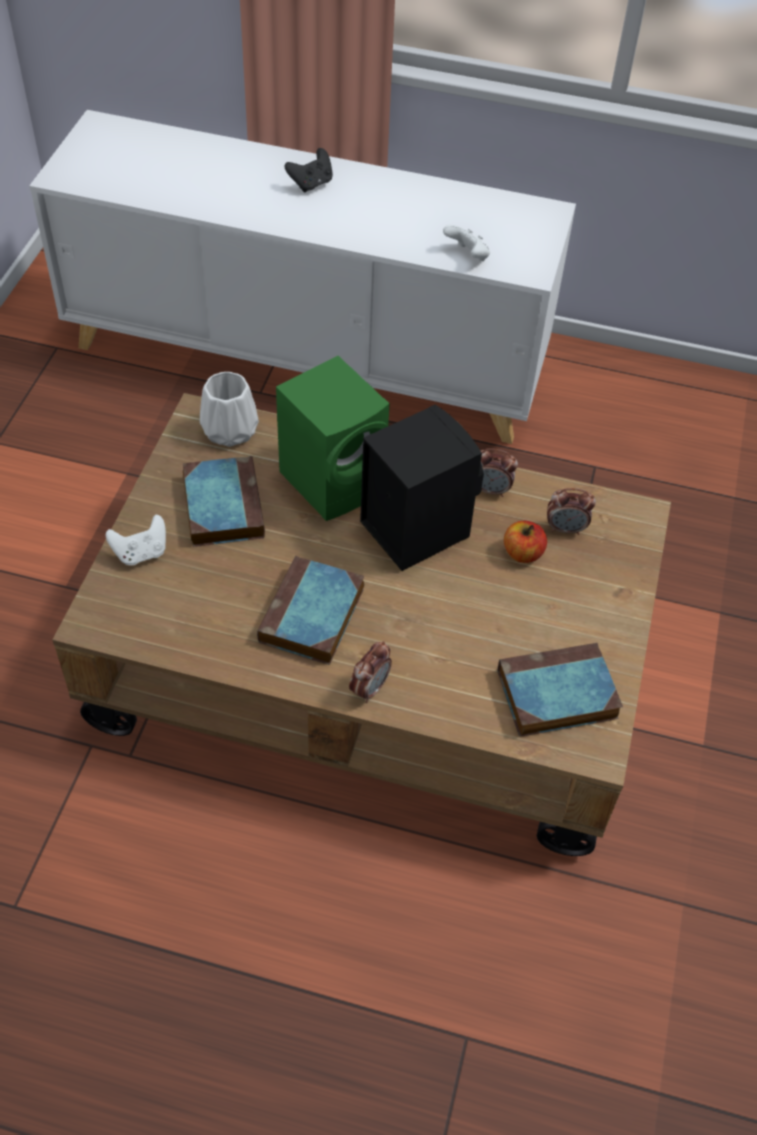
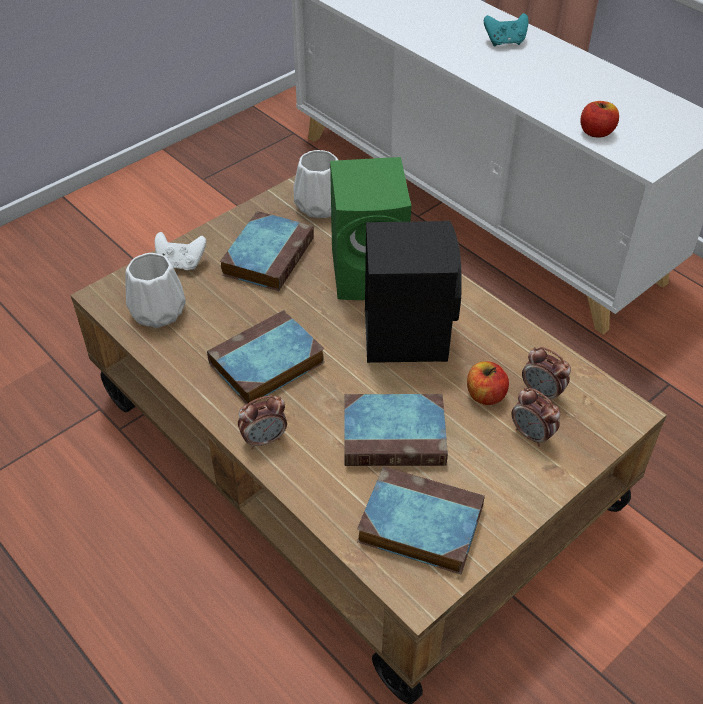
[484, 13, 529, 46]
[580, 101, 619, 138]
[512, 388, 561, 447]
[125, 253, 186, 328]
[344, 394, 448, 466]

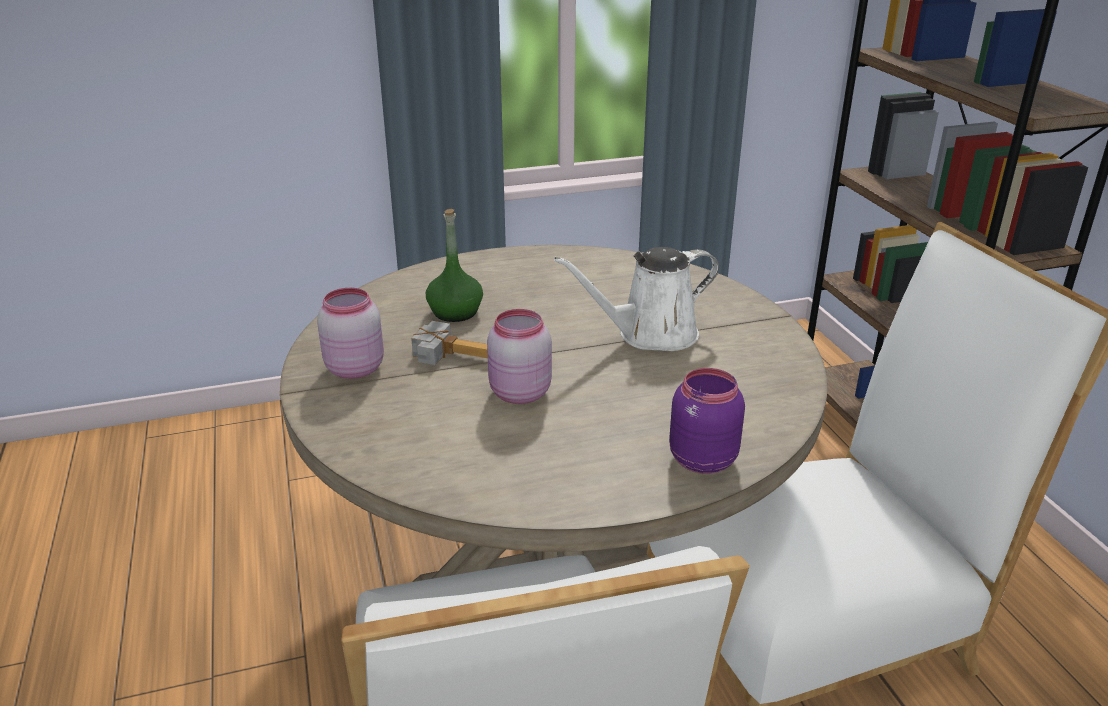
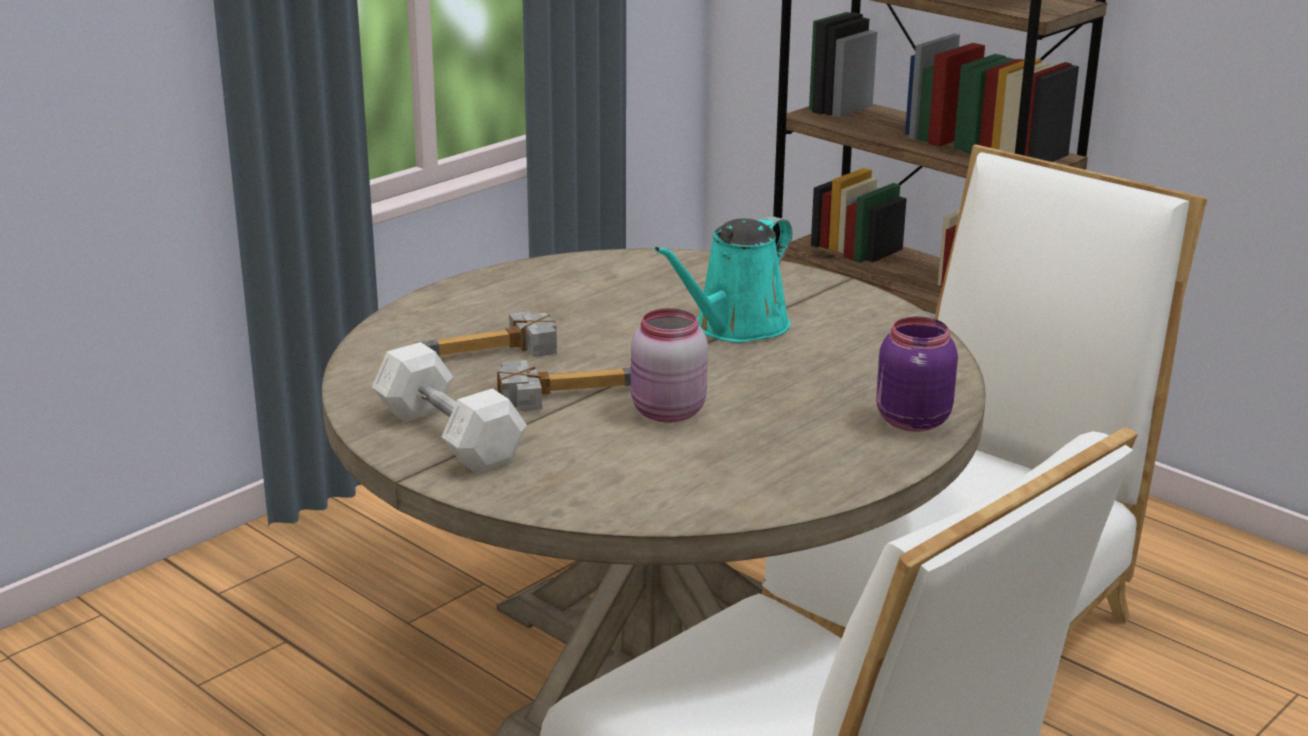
[410, 311, 557, 357]
[654, 216, 792, 343]
[372, 342, 527, 474]

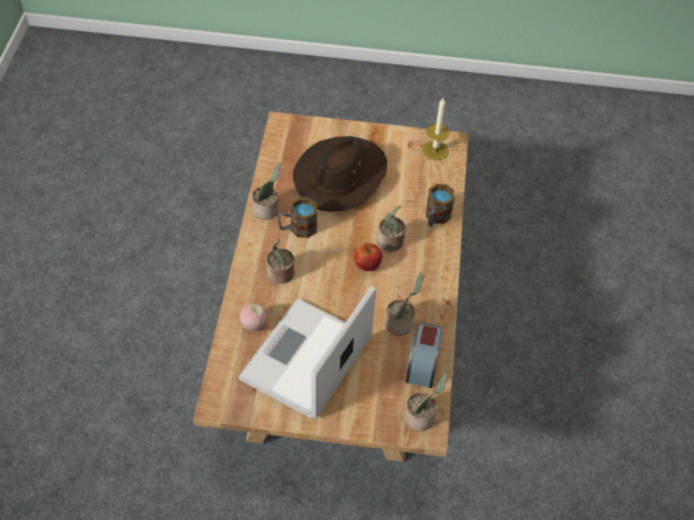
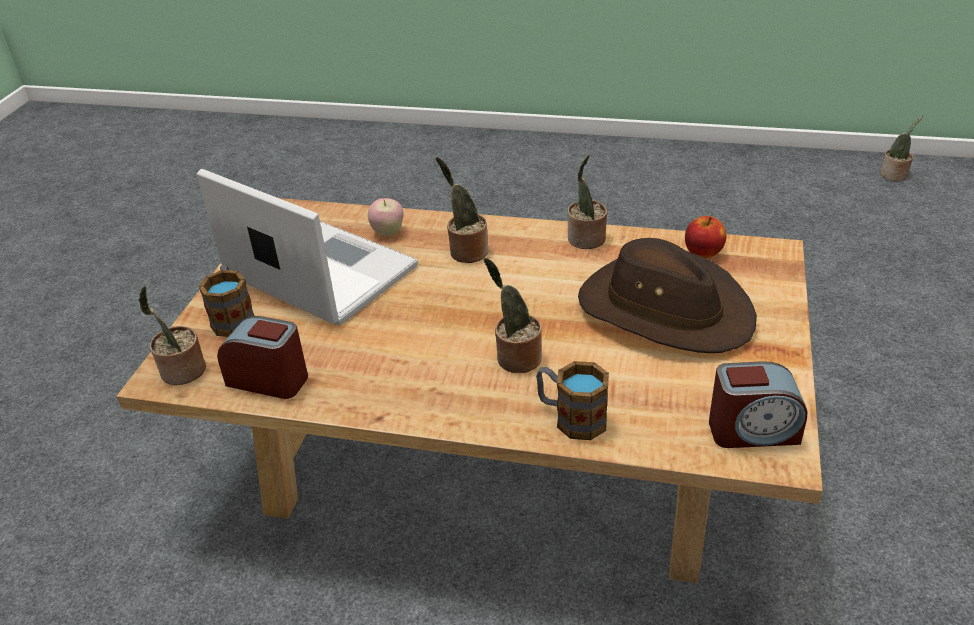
[709, 361, 808, 448]
[198, 265, 254, 337]
[685, 216, 726, 259]
[880, 116, 923, 181]

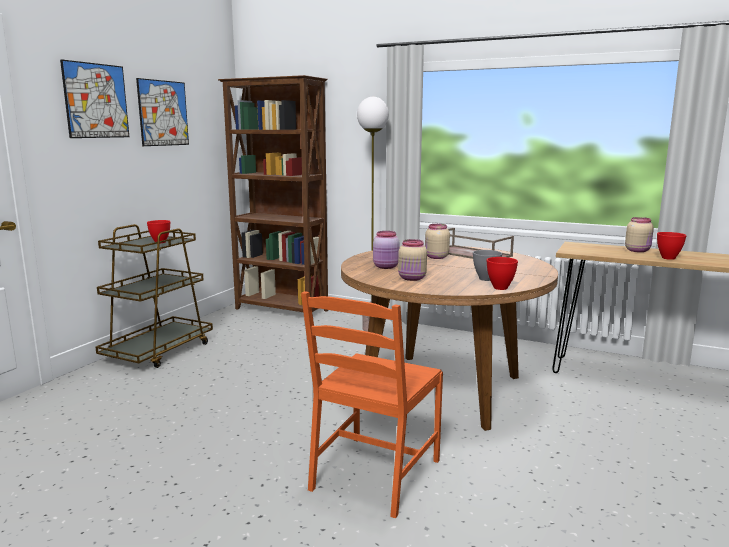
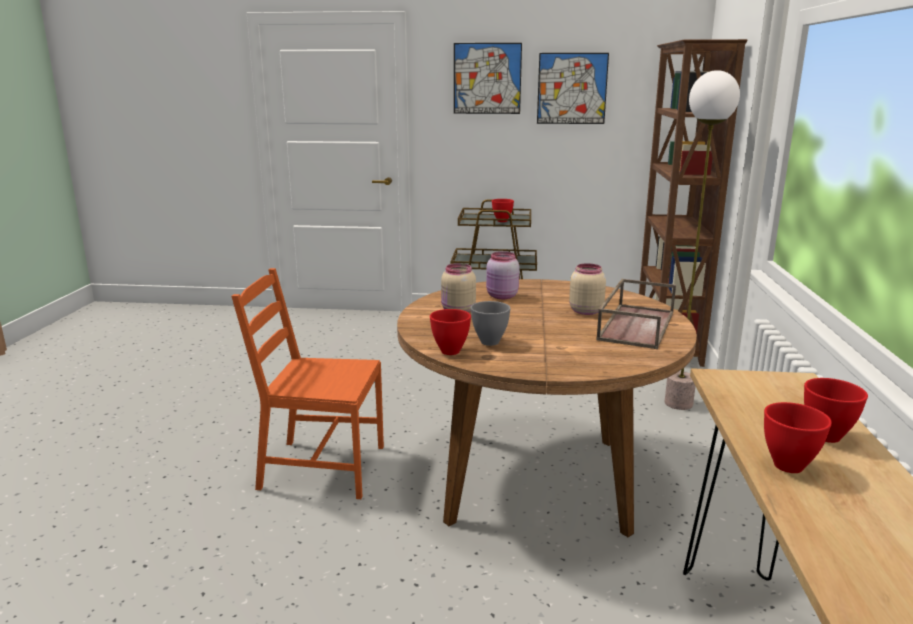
[804, 378, 868, 443]

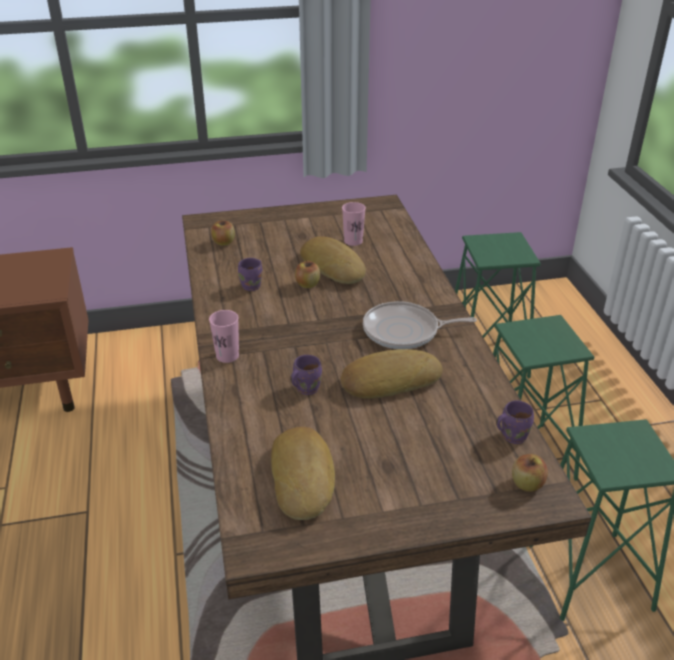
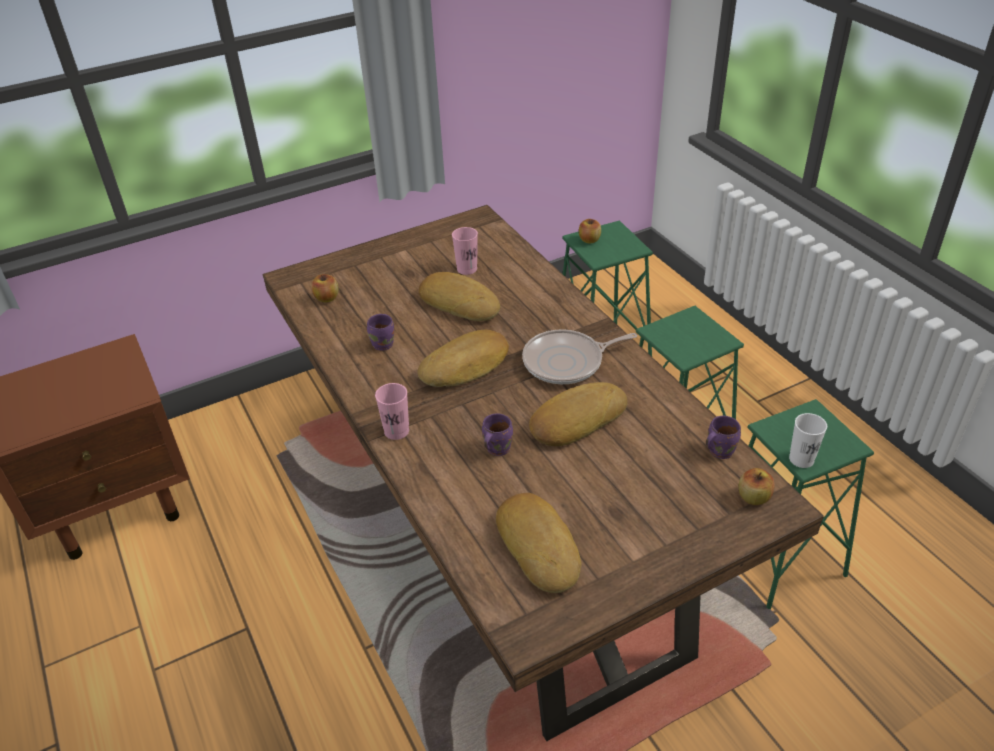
[579, 219, 601, 244]
[417, 330, 509, 387]
[789, 413, 827, 468]

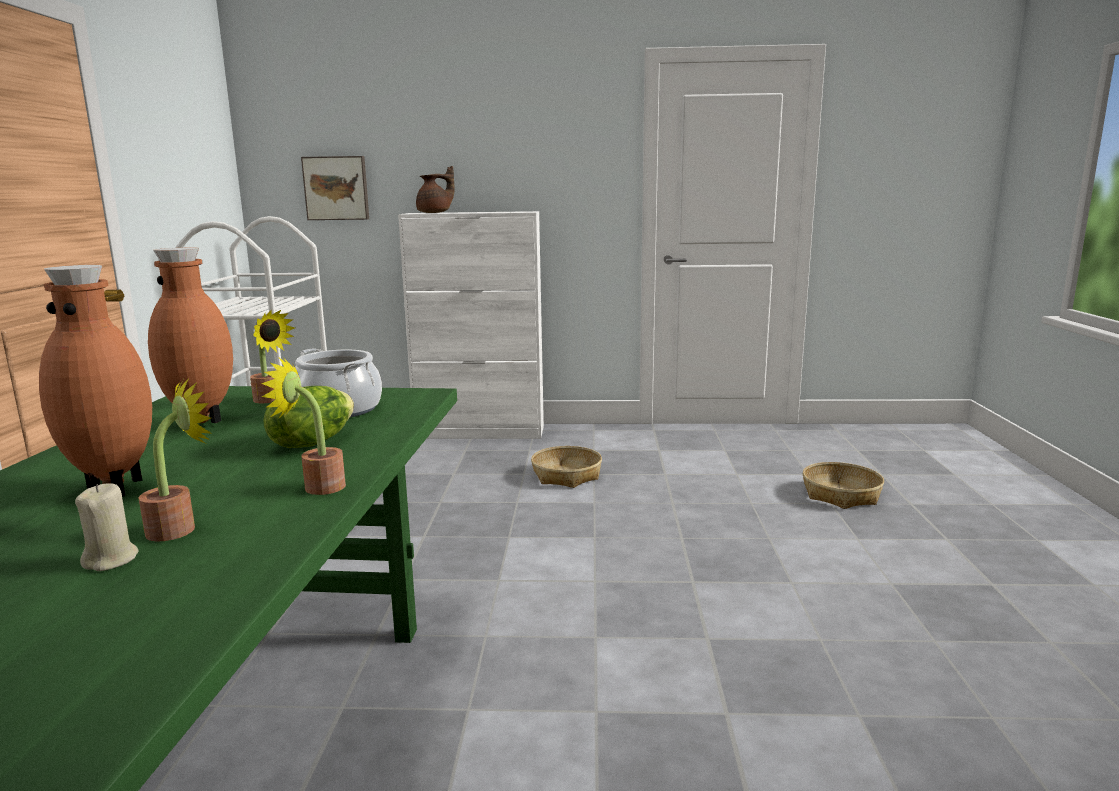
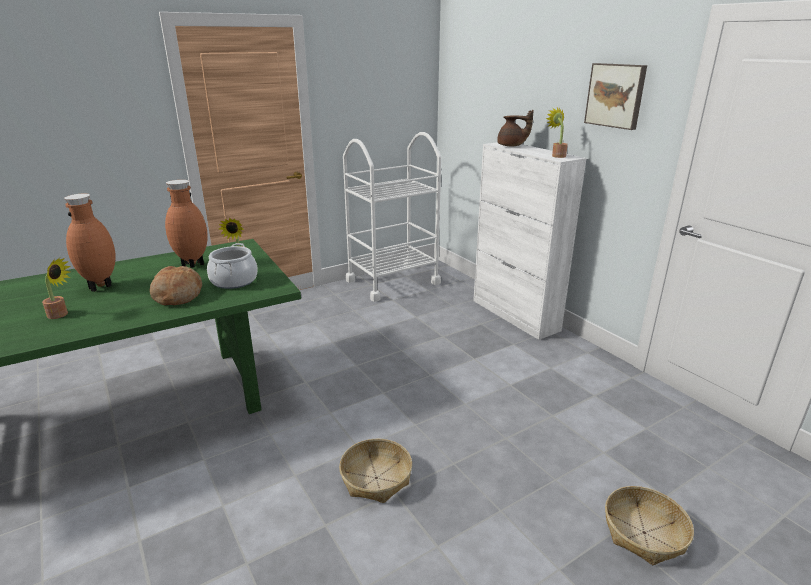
[584, 63, 647, 130]
[546, 108, 568, 158]
[150, 266, 202, 305]
[339, 439, 412, 503]
[75, 483, 138, 571] (first image)

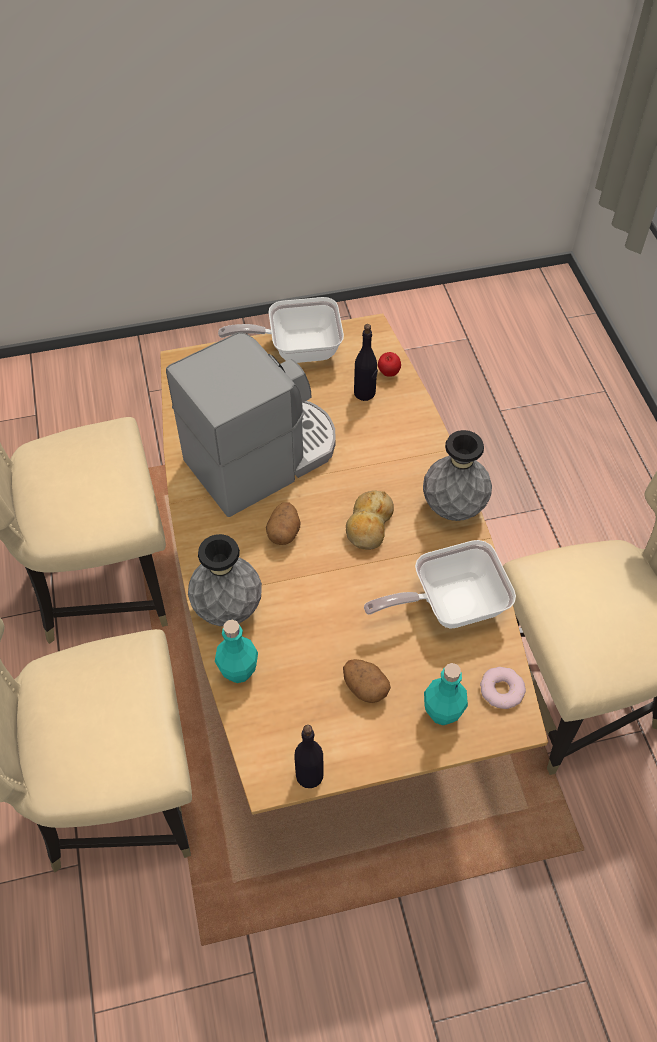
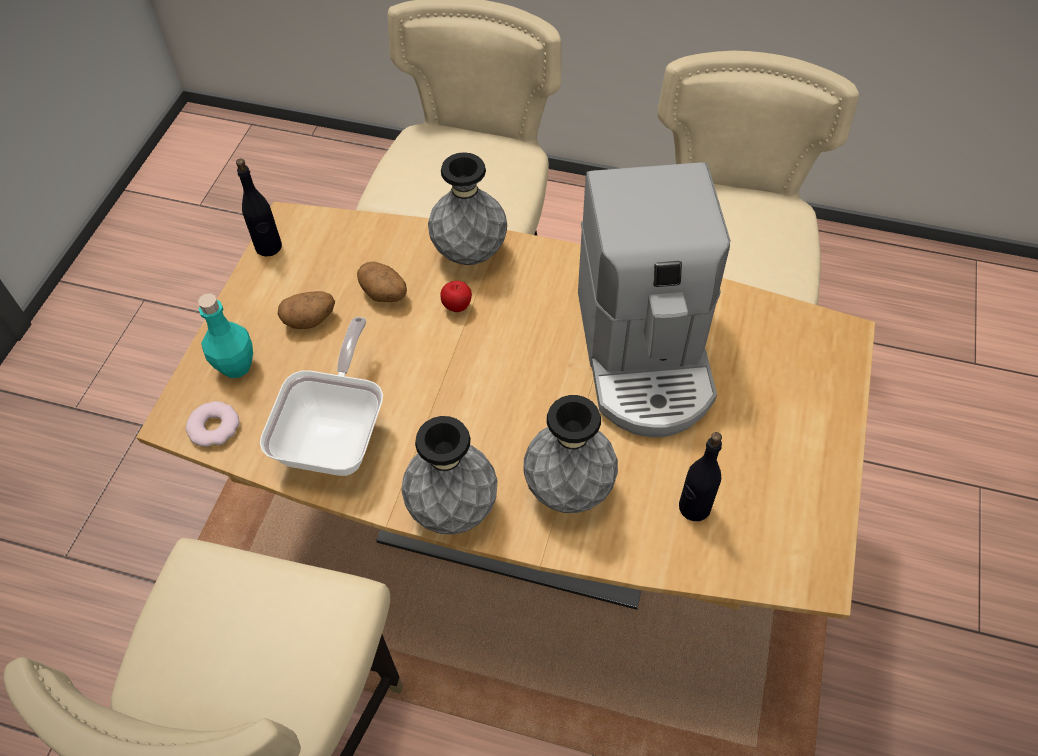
[218, 297, 344, 363] (first image)
[440, 281, 472, 312]
[346, 490, 394, 550] (first image)
[357, 261, 407, 302]
[215, 620, 258, 683] (first image)
[524, 395, 618, 513]

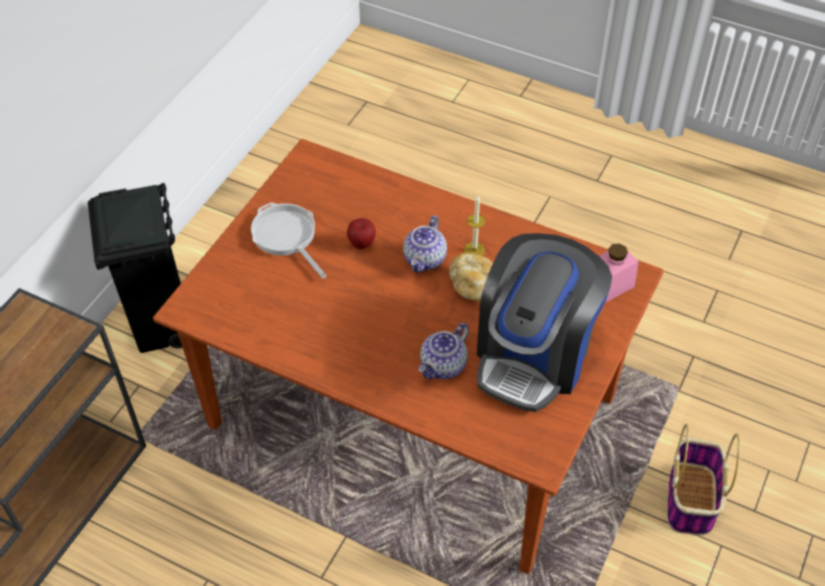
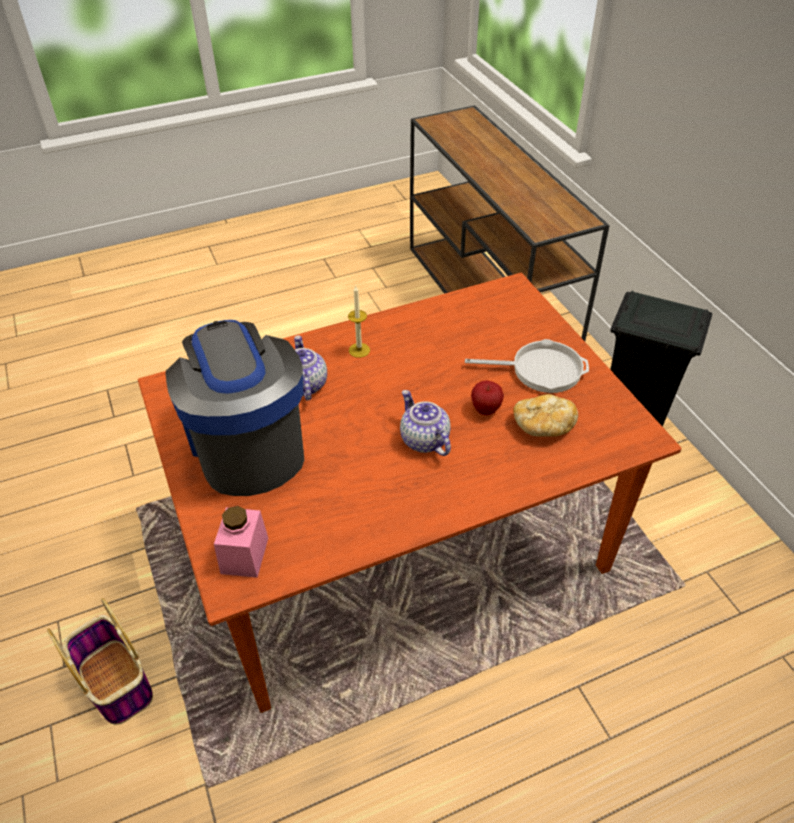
[348, 286, 370, 358]
[513, 394, 578, 437]

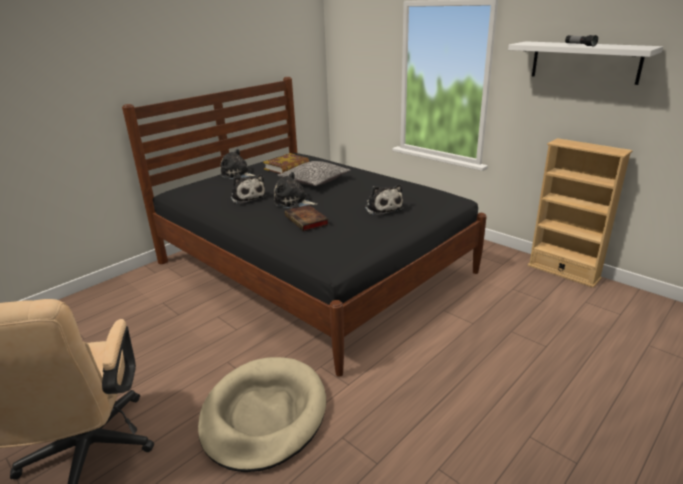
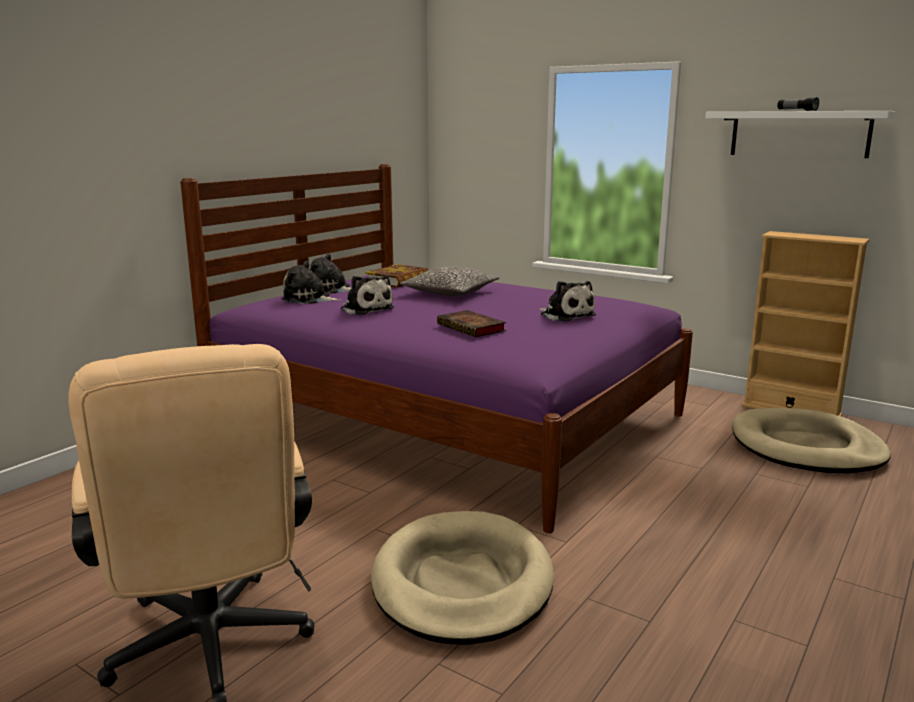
[180, 164, 693, 533]
[282, 261, 341, 304]
[732, 408, 891, 474]

